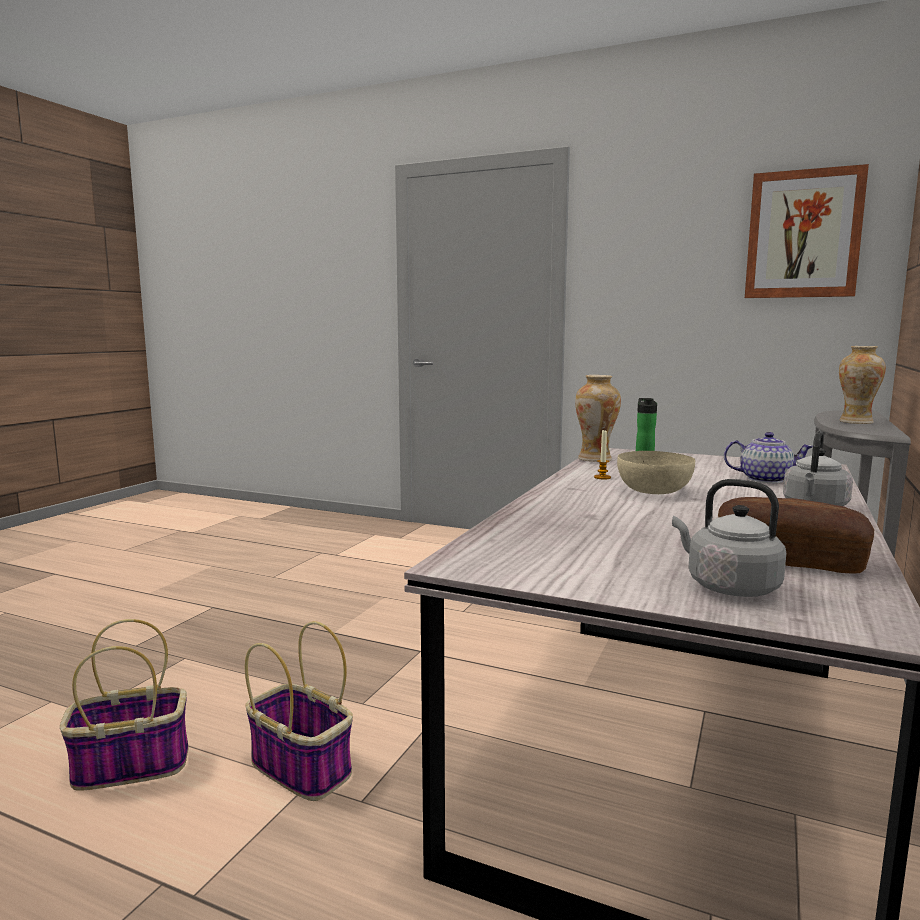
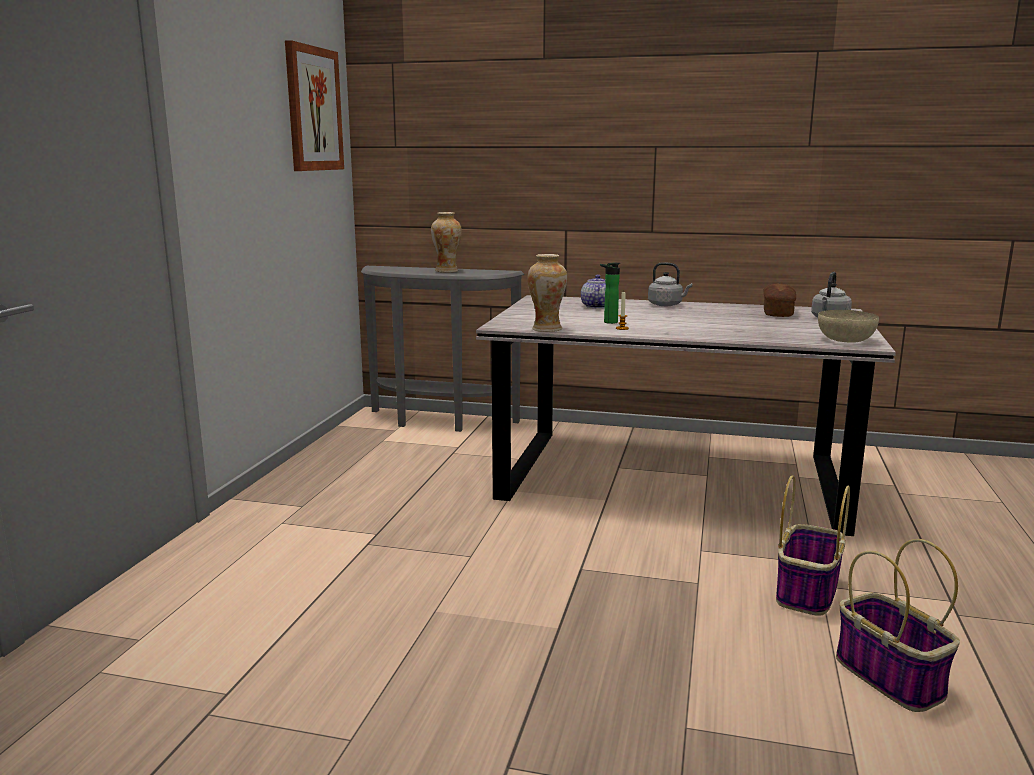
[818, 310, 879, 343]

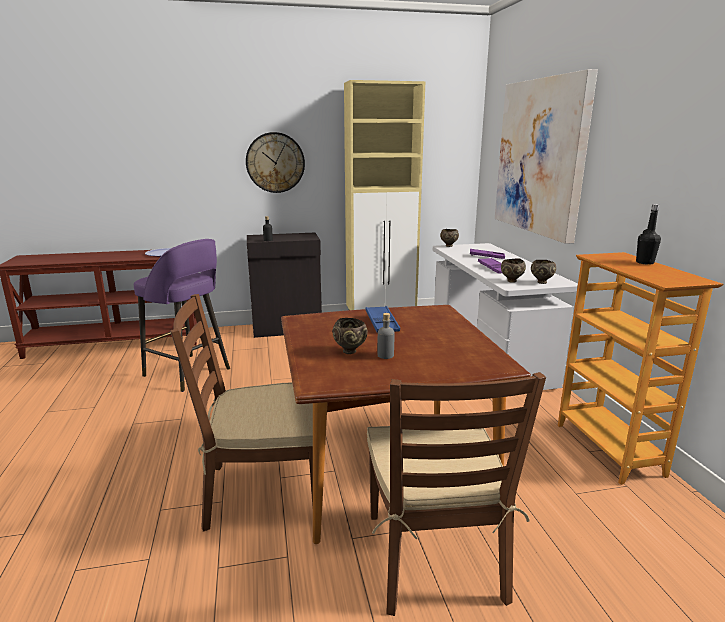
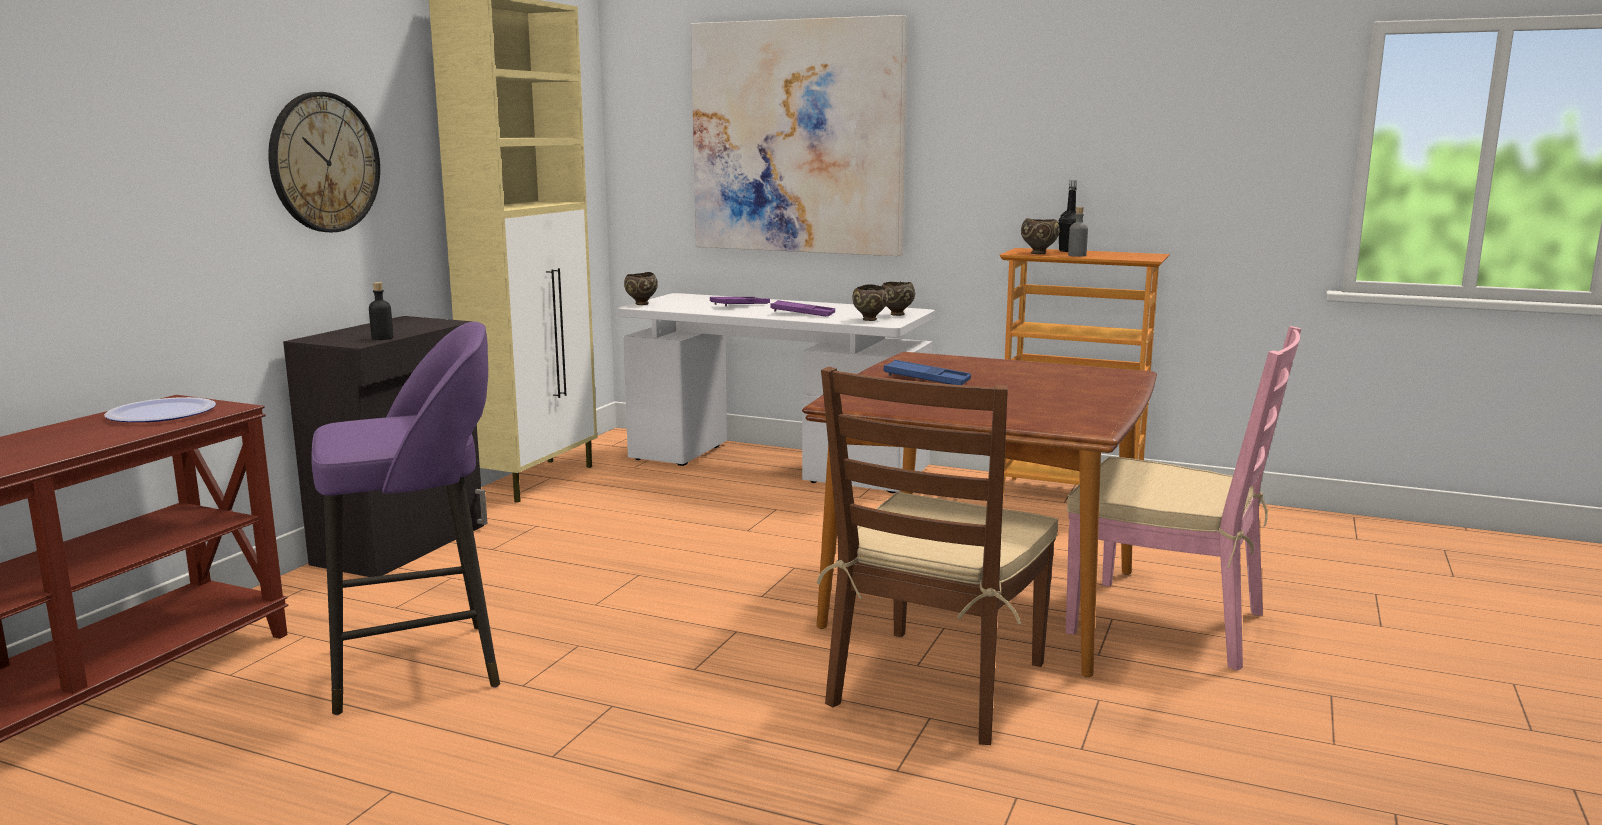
[1068, 207, 1088, 257]
[1021, 218, 1060, 254]
[1066, 326, 1301, 671]

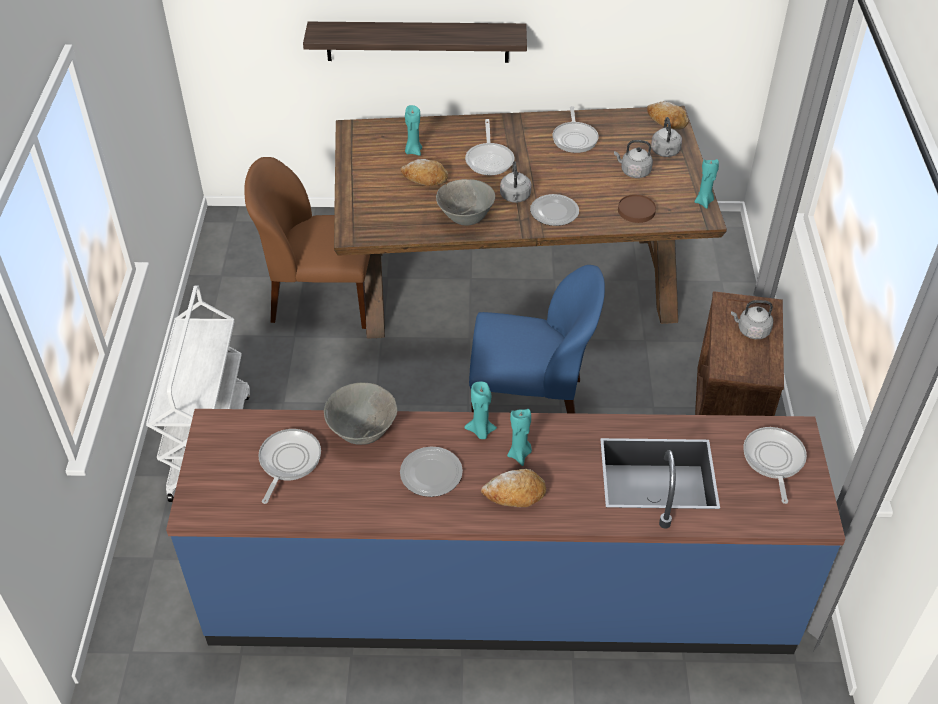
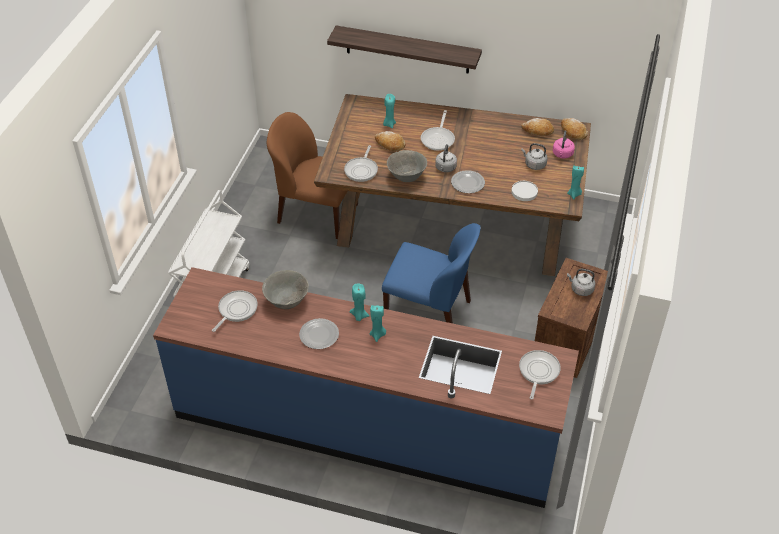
[344, 145, 378, 182]
[553, 130, 575, 158]
[511, 181, 538, 201]
[521, 118, 554, 136]

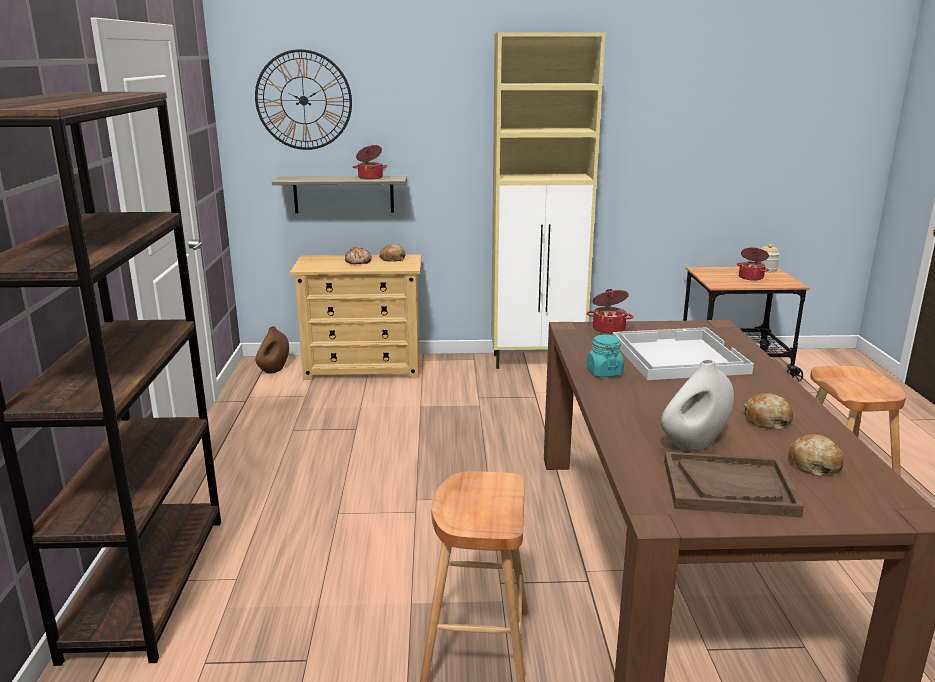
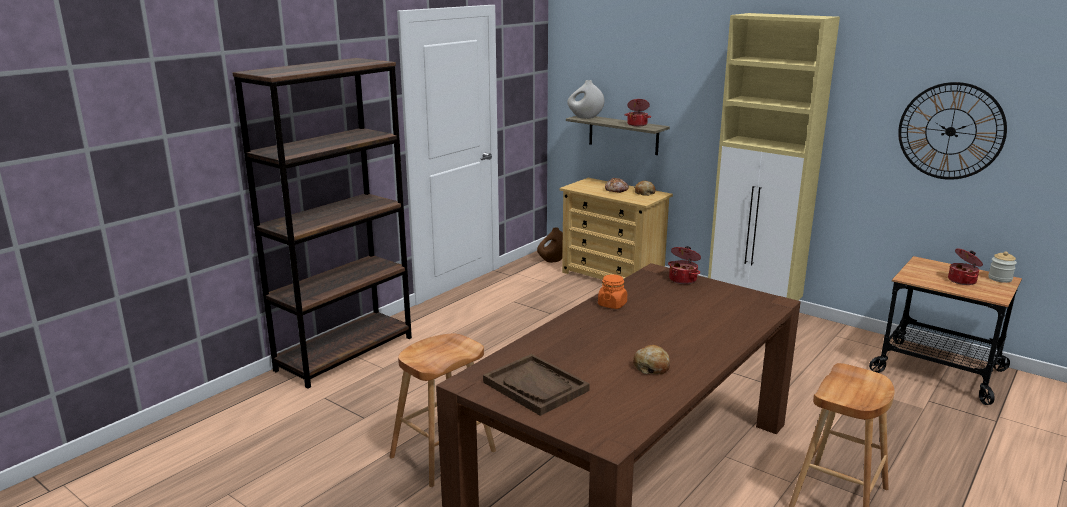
[898, 82, 1007, 180]
[613, 327, 754, 380] (first image)
[598, 274, 627, 309]
[567, 80, 604, 119]
[788, 434, 844, 476] (first image)

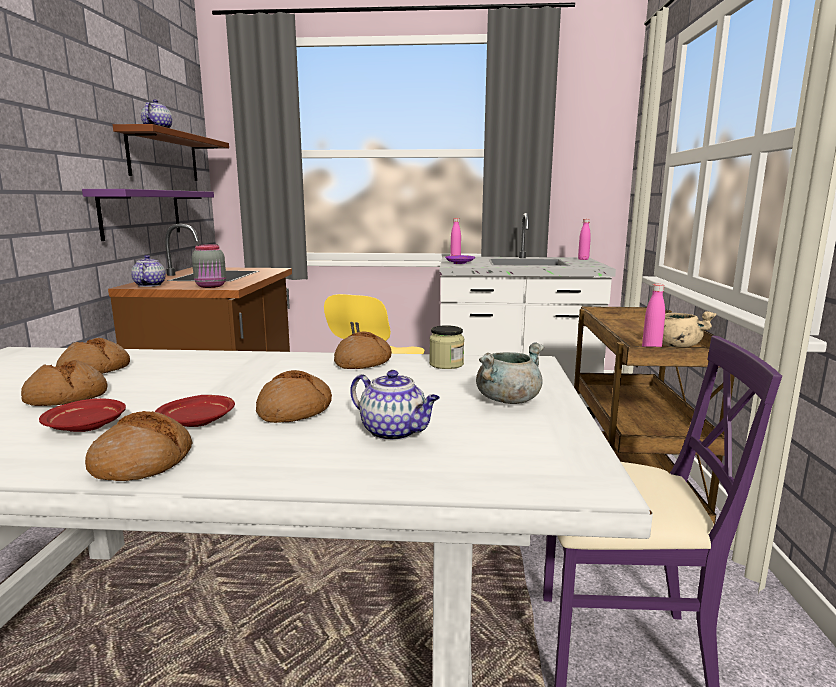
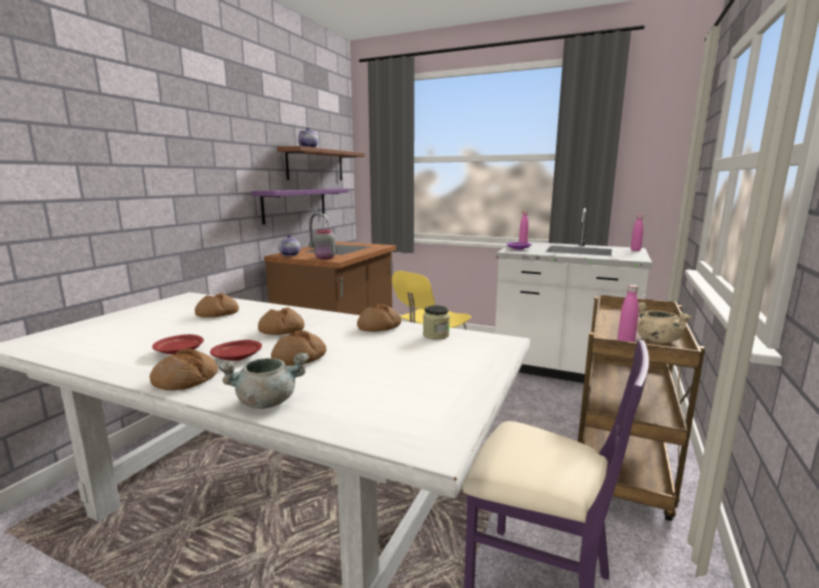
[218, 353, 309, 409]
[258, 307, 304, 335]
[350, 370, 440, 441] (first image)

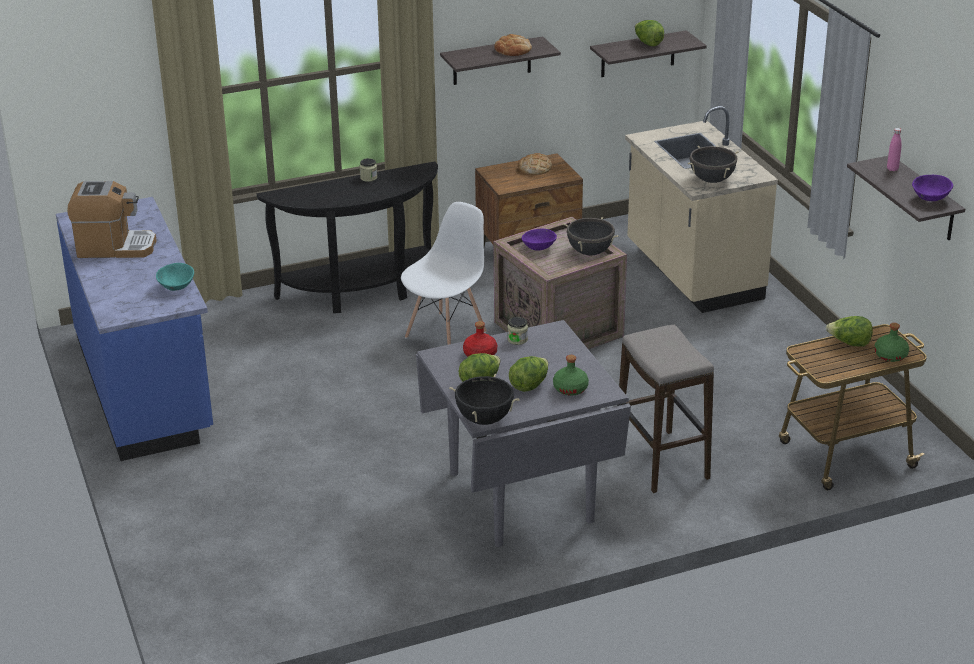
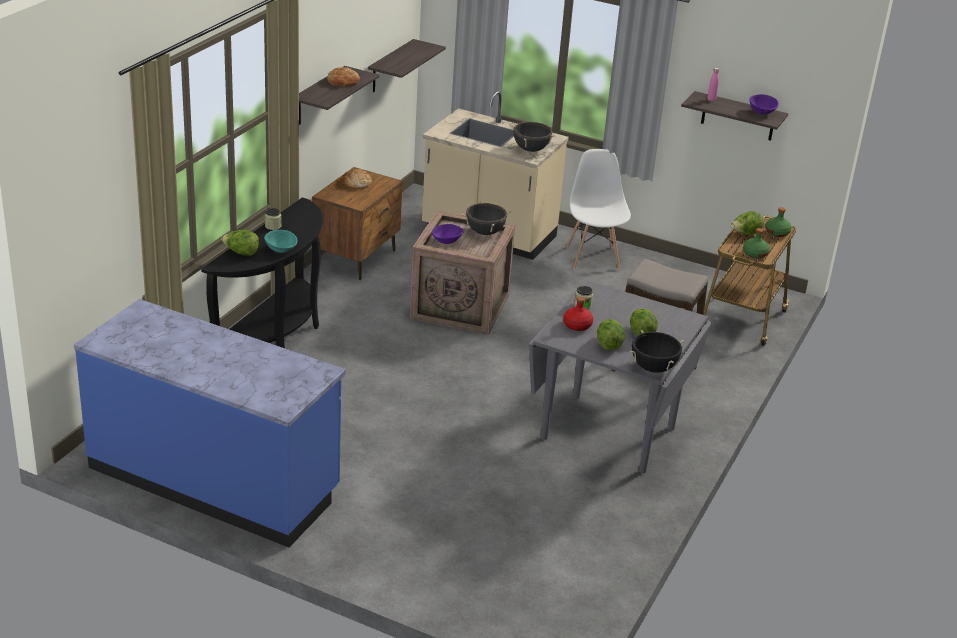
[221, 230, 259, 256]
[68, 181, 157, 258] (first image)
[567, 149, 631, 270]
[264, 230, 297, 253]
[743, 228, 770, 259]

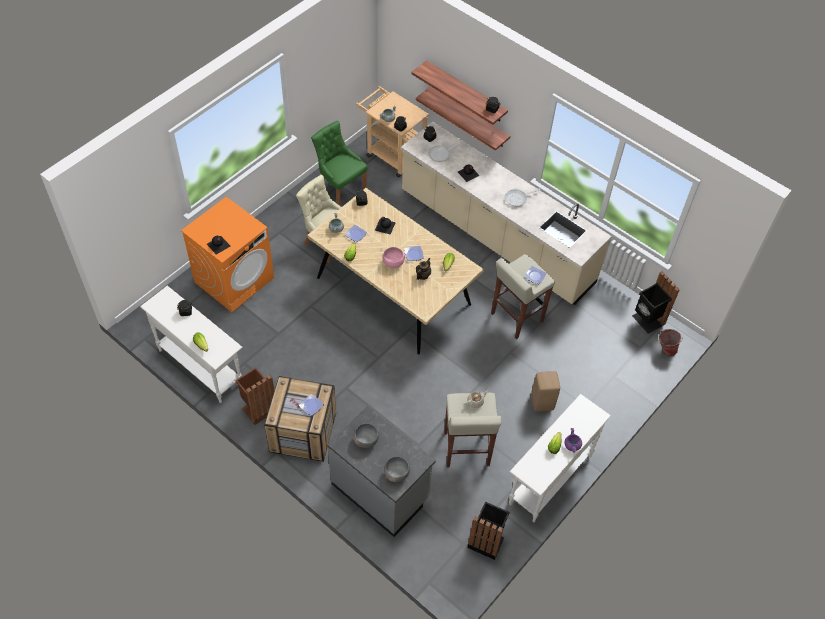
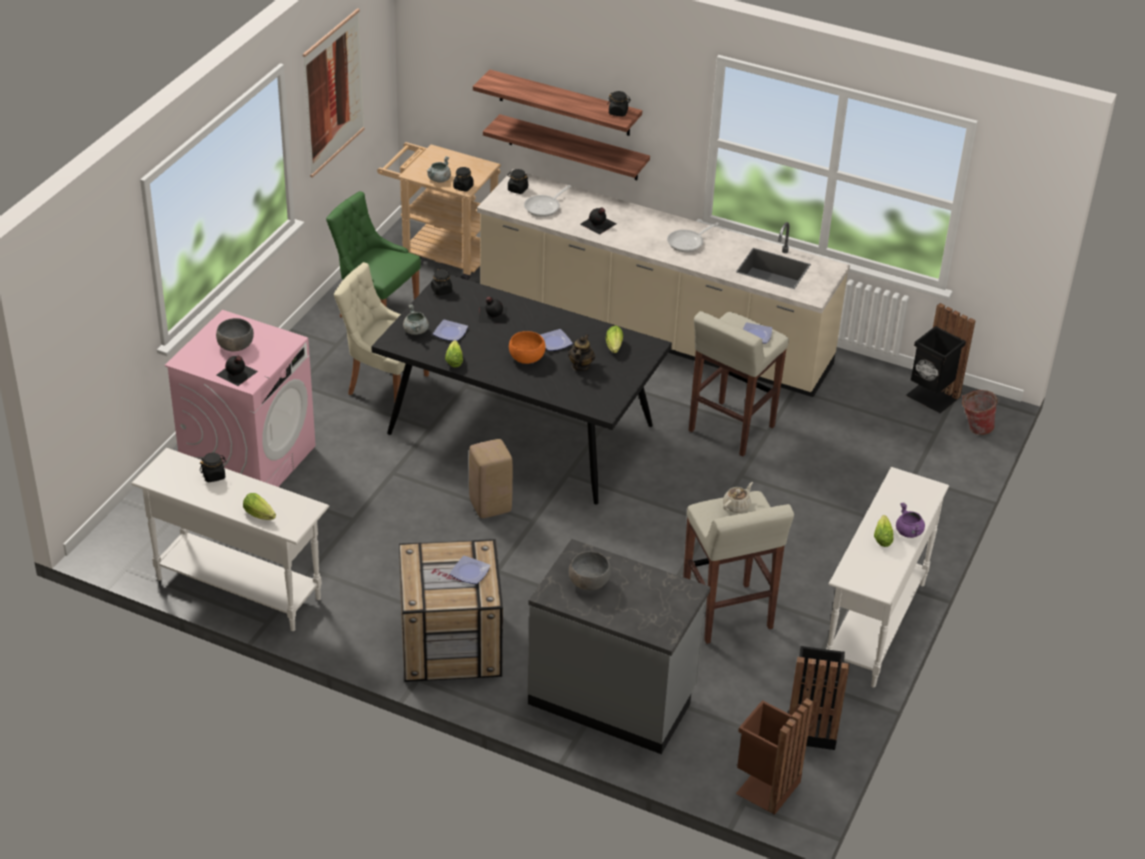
[371, 274, 672, 505]
[165, 310, 316, 487]
[509, 331, 546, 364]
[736, 698, 813, 815]
[469, 439, 513, 518]
[216, 318, 254, 351]
[303, 8, 365, 178]

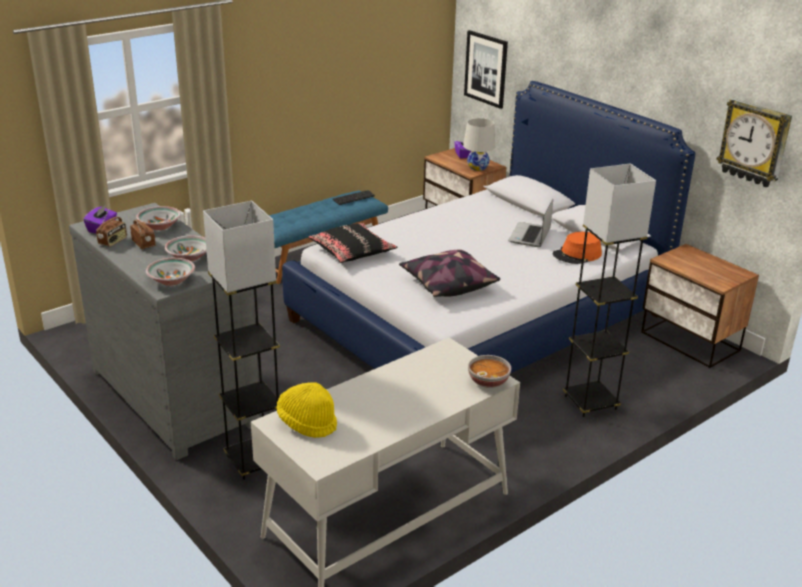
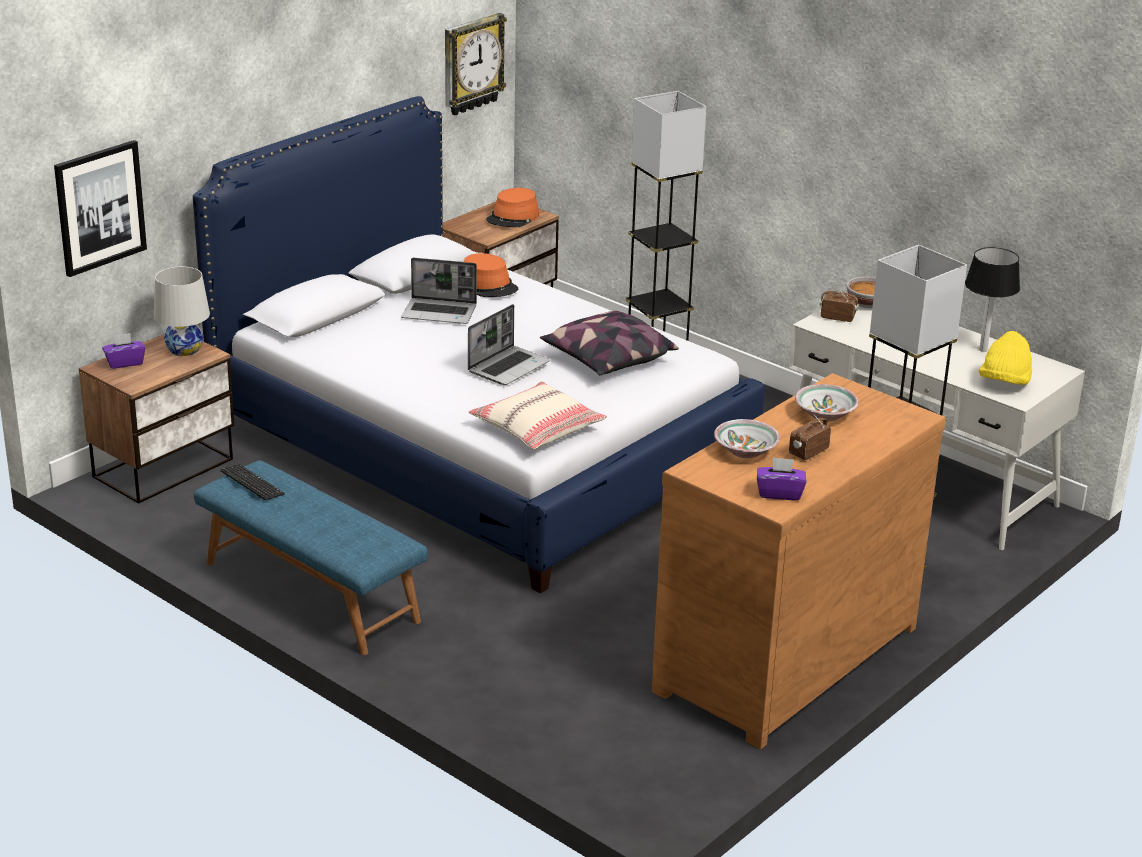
[652, 373, 946, 749]
[819, 283, 859, 322]
[469, 381, 607, 449]
[146, 258, 195, 286] (first image)
[486, 188, 539, 227]
[965, 247, 1020, 352]
[468, 304, 550, 385]

